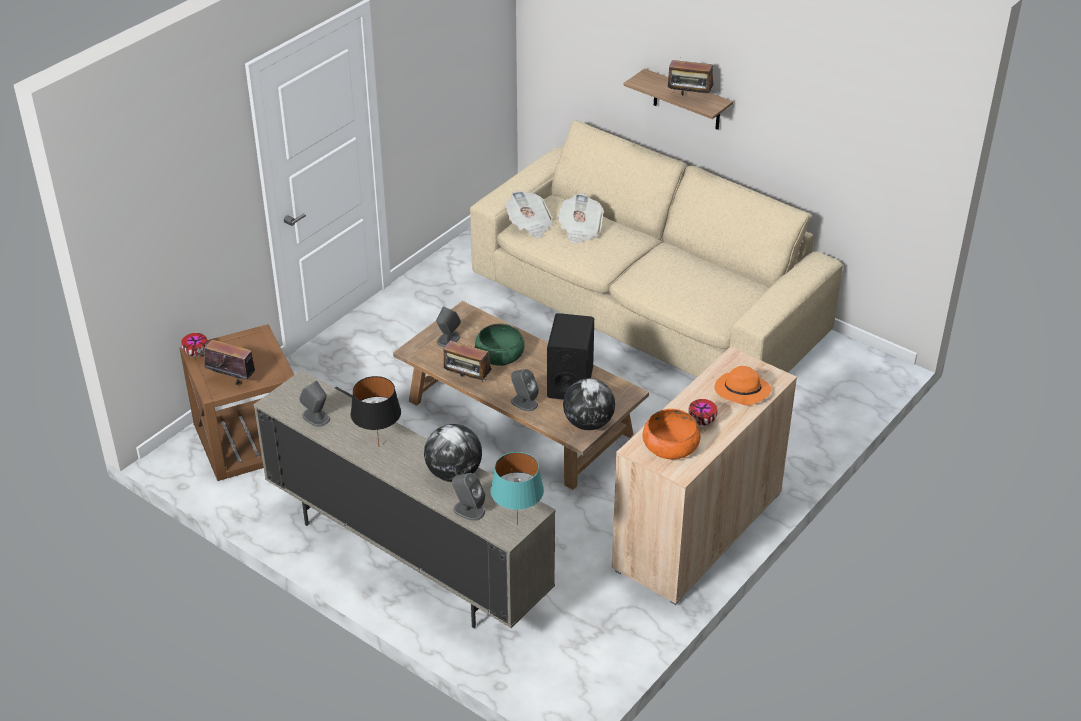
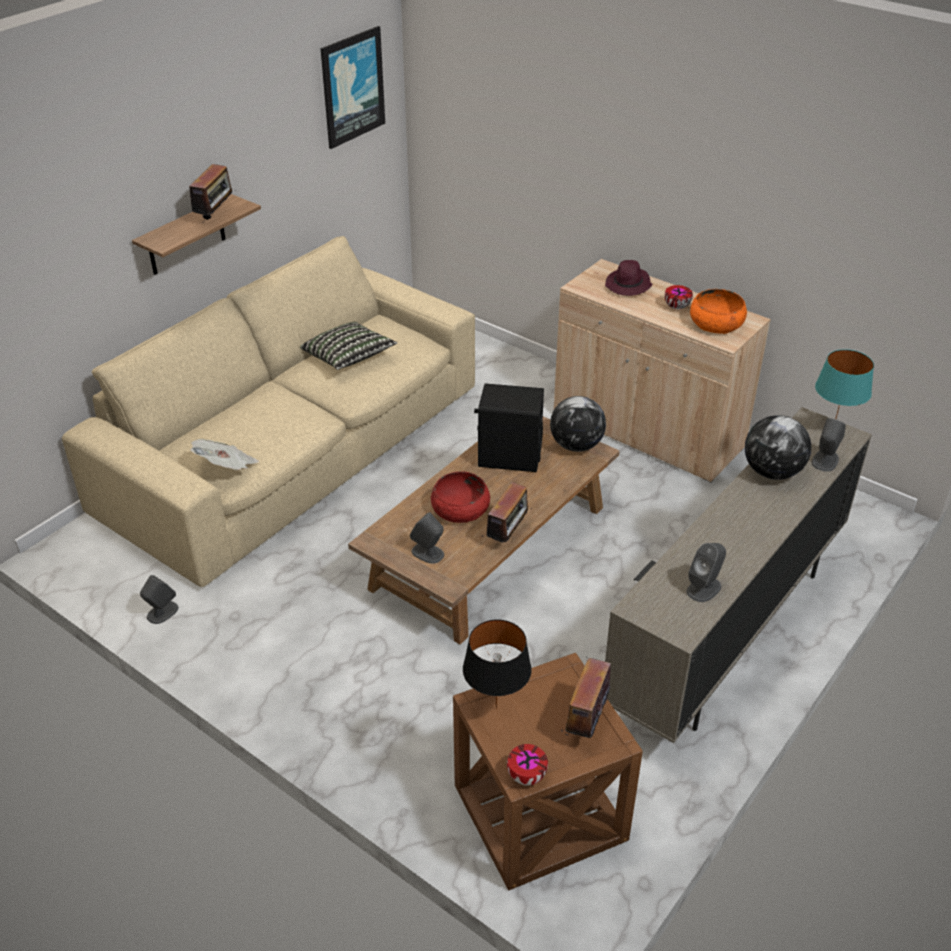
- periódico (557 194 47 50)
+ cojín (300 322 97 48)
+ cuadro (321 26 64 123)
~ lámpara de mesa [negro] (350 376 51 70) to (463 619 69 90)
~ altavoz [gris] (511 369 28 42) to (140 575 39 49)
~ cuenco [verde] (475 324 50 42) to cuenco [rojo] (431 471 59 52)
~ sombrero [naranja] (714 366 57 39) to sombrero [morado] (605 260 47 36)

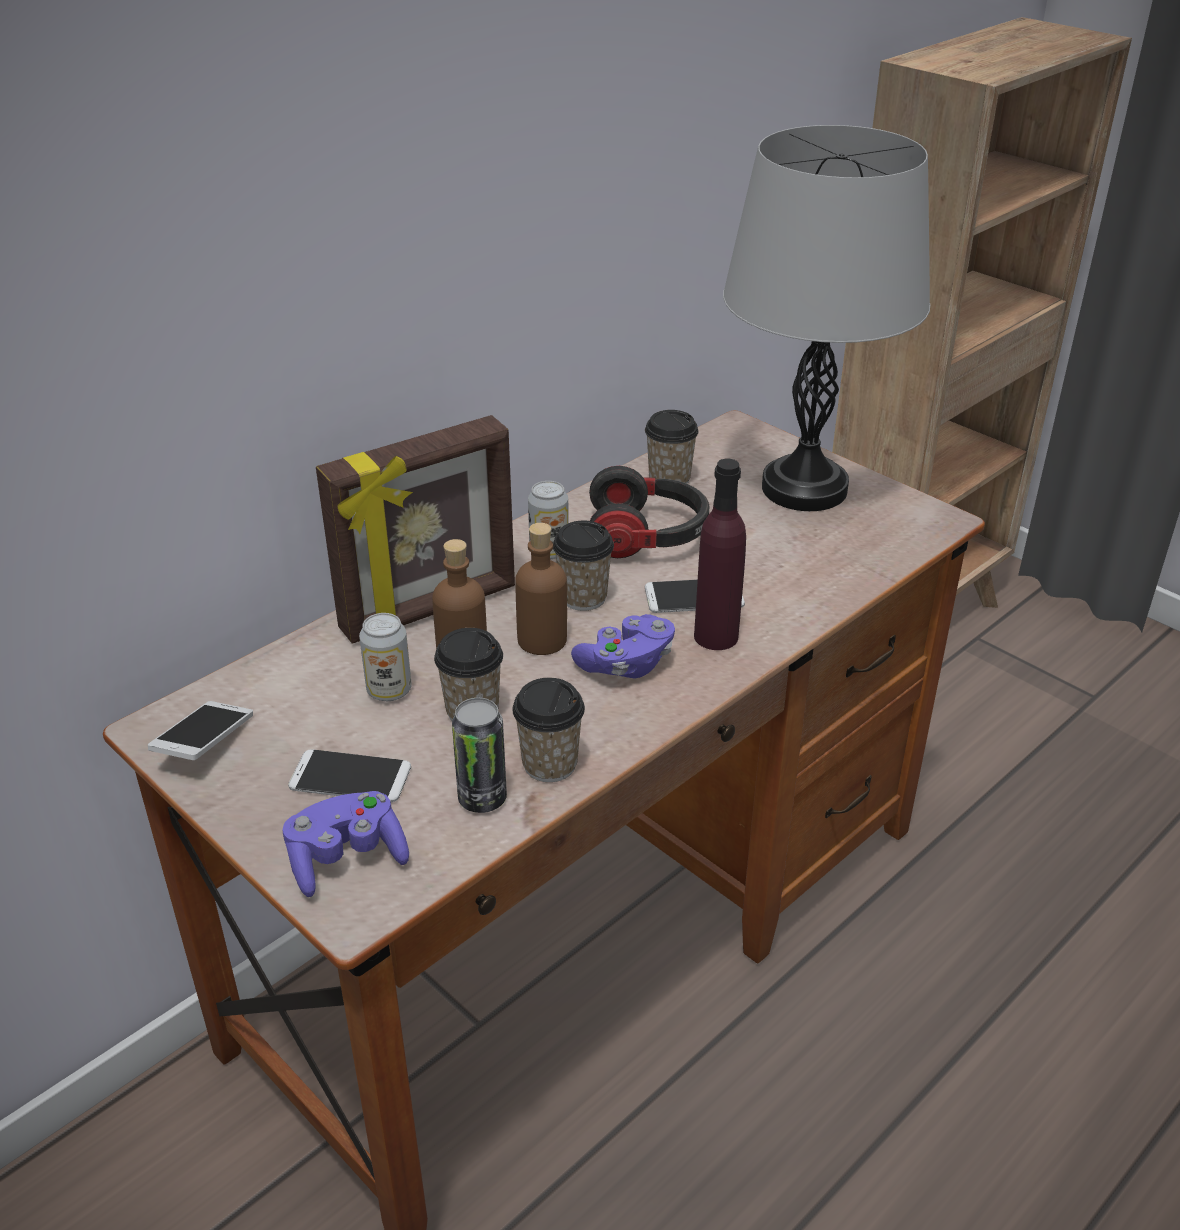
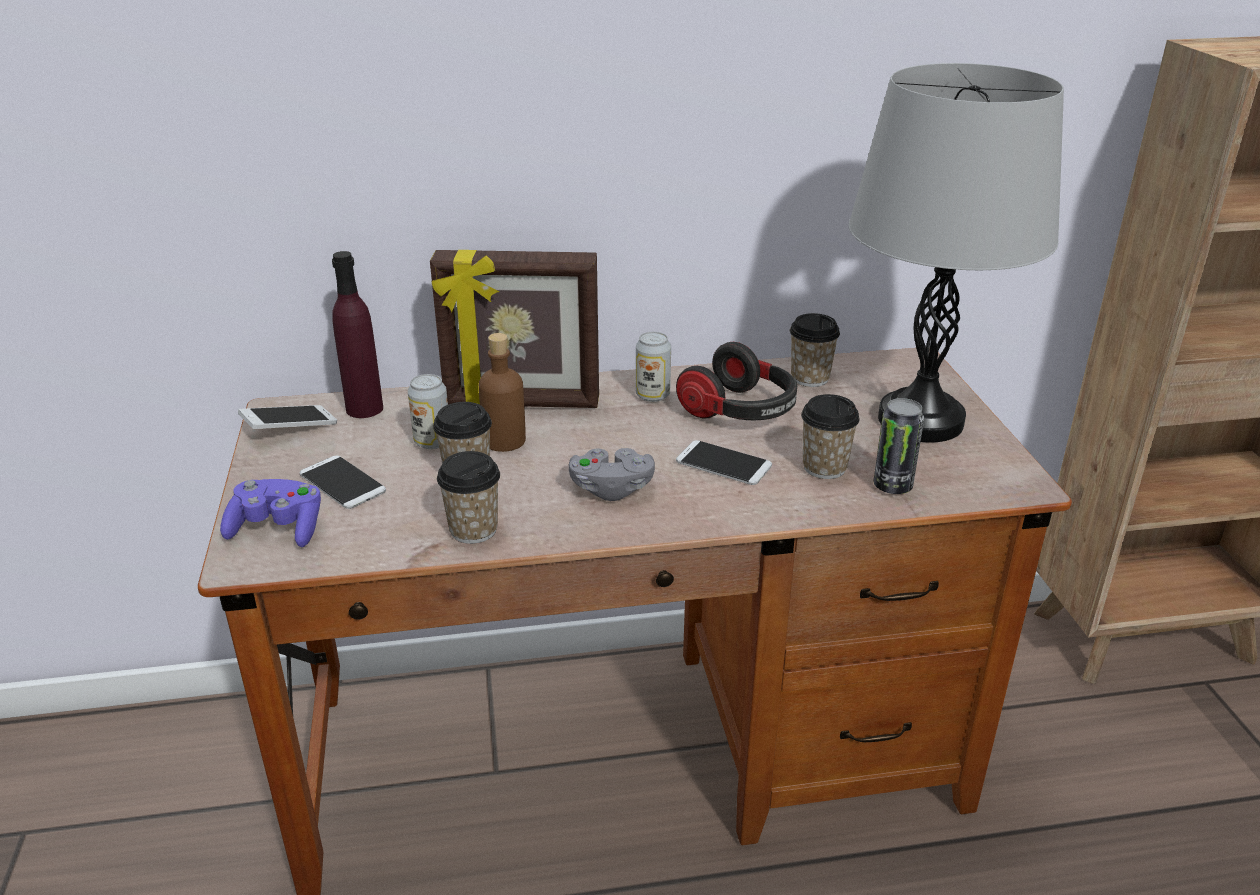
- botella [marrón] (515 523 52 132)
~ lata (452 698 55 115) to (874 398 50 96)
~ taza (553 521 61 90) to (801 394 59 85)
~ botella [morado] (694 459 52 191) to (332 251 51 167)
~ mando de consola [morado] (571 614 104 64) to mando de consola [gris] (569 448 86 53)

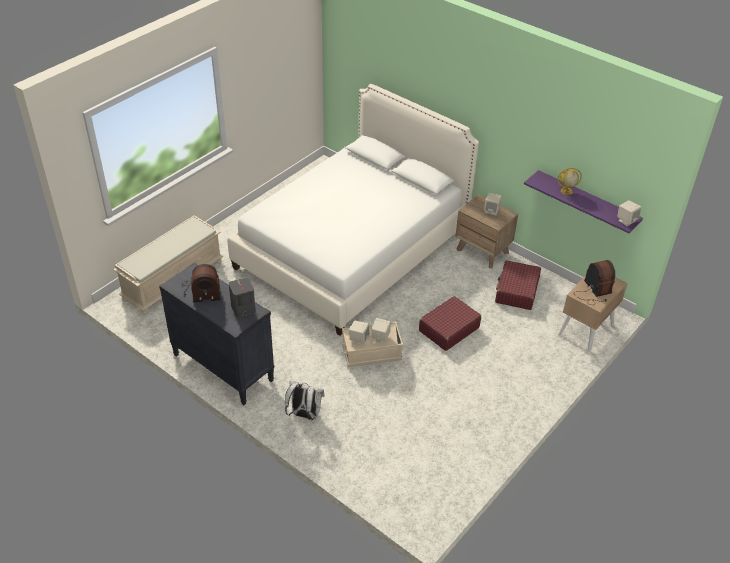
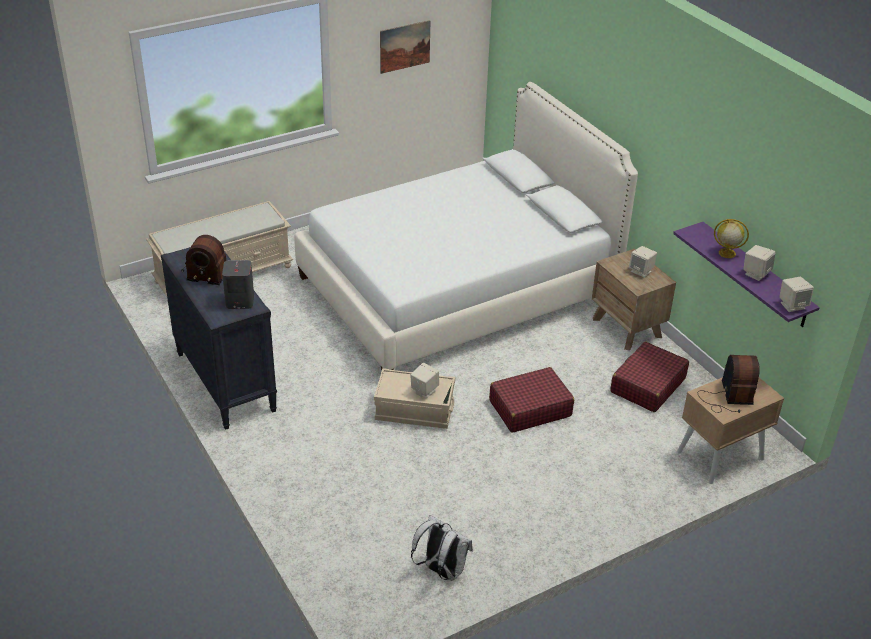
+ cuadro (380 20 50 54)
~ mochila [blanco] (285 380 40 40) to (411 515 62 66)
~ altavoz [beis] (349 321 21 25) to (743 245 33 36)

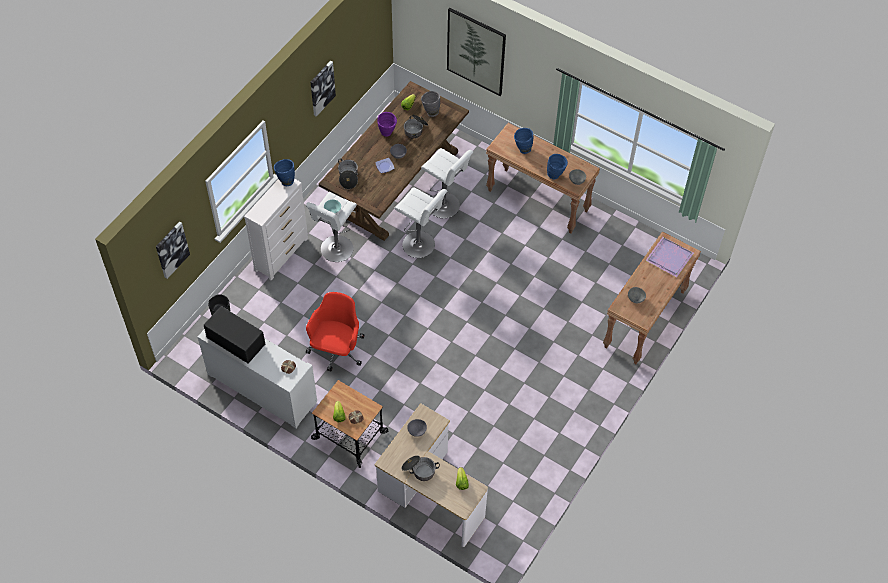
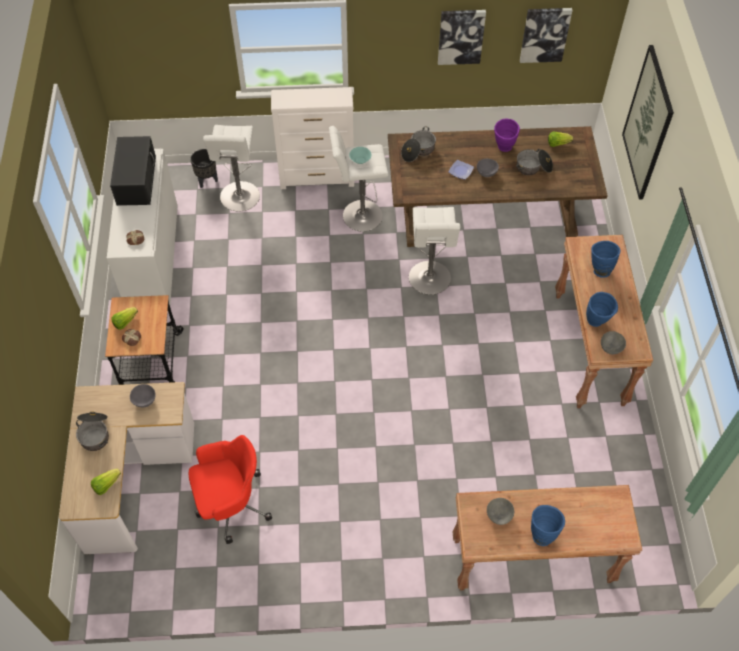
- florero [gris] (421 91 19 26)
- bandeja [morado] (645 237 49 40)
~ cuadro (156 222 34 57) to (520 8 53 55)
~ florero [azul] (274 159 21 27) to (531 505 34 41)
~ silla de oficina [rojo] (306 292 59 79) to (188 435 84 109)
~ taburete [blanco] (421 148 52 70) to (203 125 57 86)

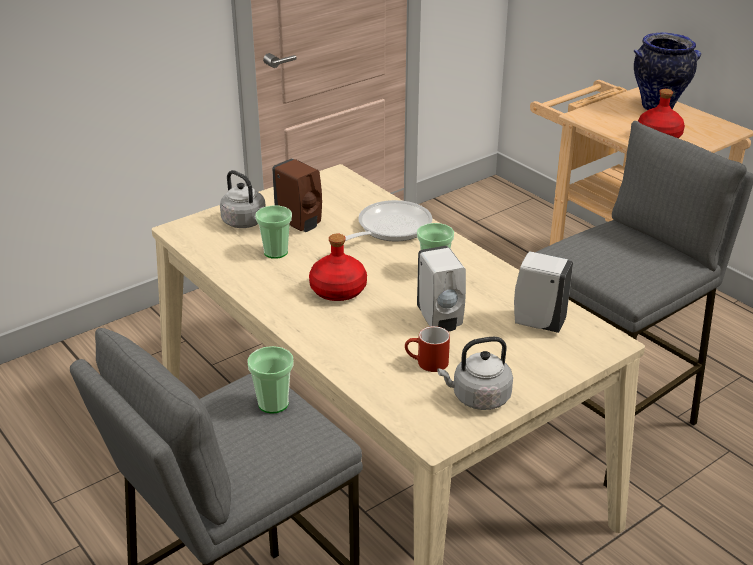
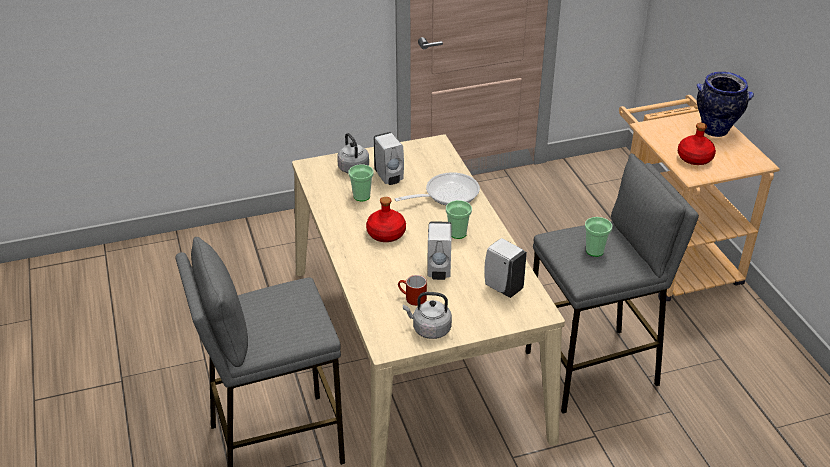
~ taza (247 346 47 68) to (585 217 27 40)
~ dispensador de jabón [marrón] (272 158 50 74) to dispensador de jabón [blanco] (374 132 30 53)

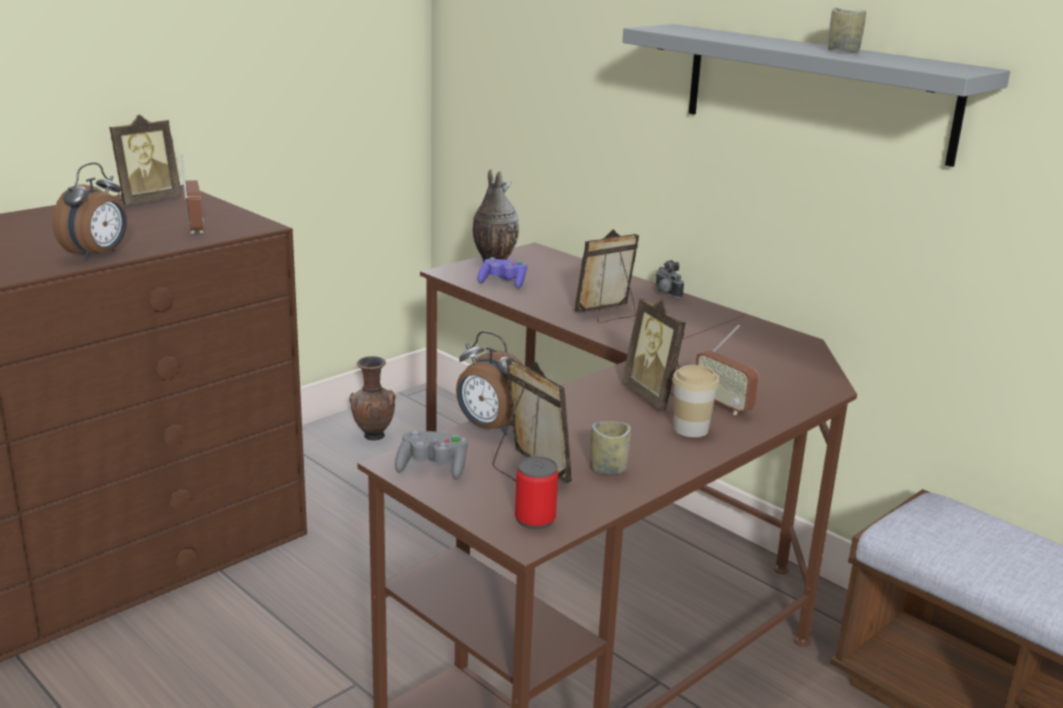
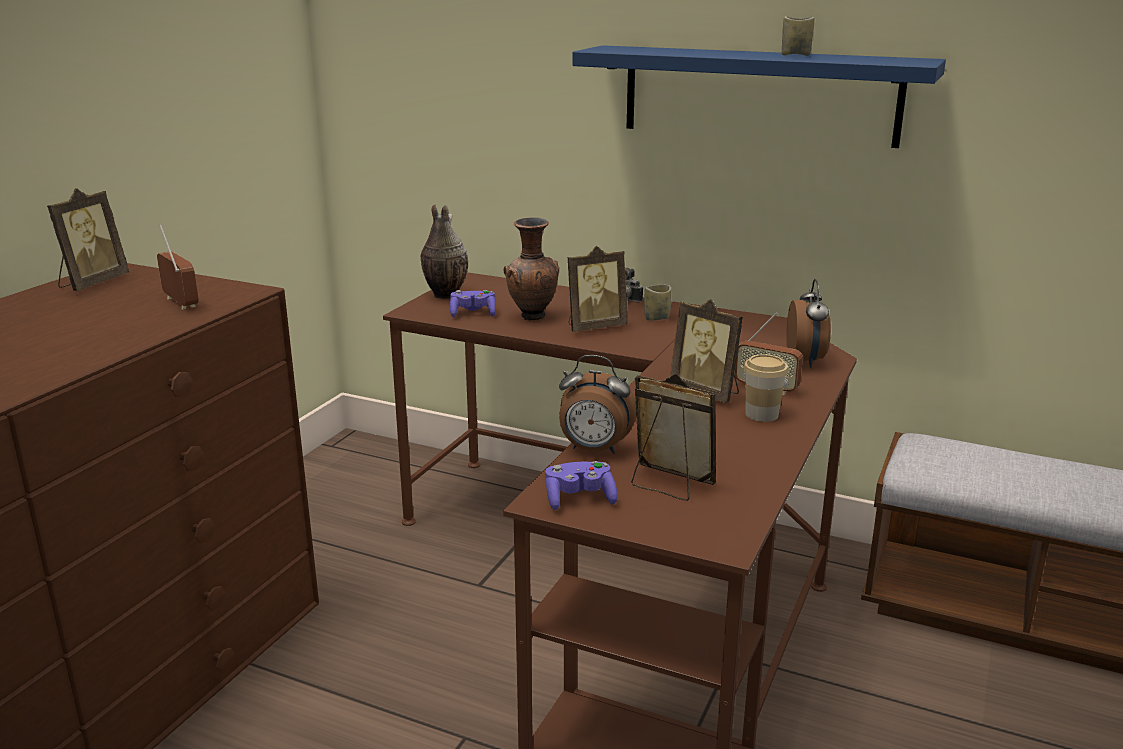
- lata (515 456 43 73)
~ despertador (52 163 75 98) to (786 279 45 89)
~ florero [marrón] (350 356 45 84) to (503 217 56 103)
~ taza (590 421 41 53) to (644 285 28 36)
~ mando de consola [gris] (395 430 73 50) to mando de consola [morado] (545 461 72 49)
~ estante [gris] (622 24 388 143) to estante [azul] (572 45 374 103)
~ portarretratos (575 229 64 94) = (568 246 60 86) 150 degrees counterclockwise

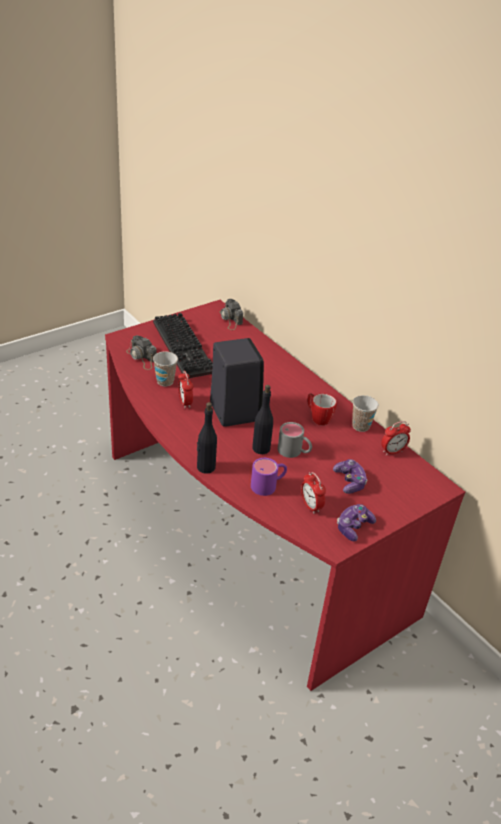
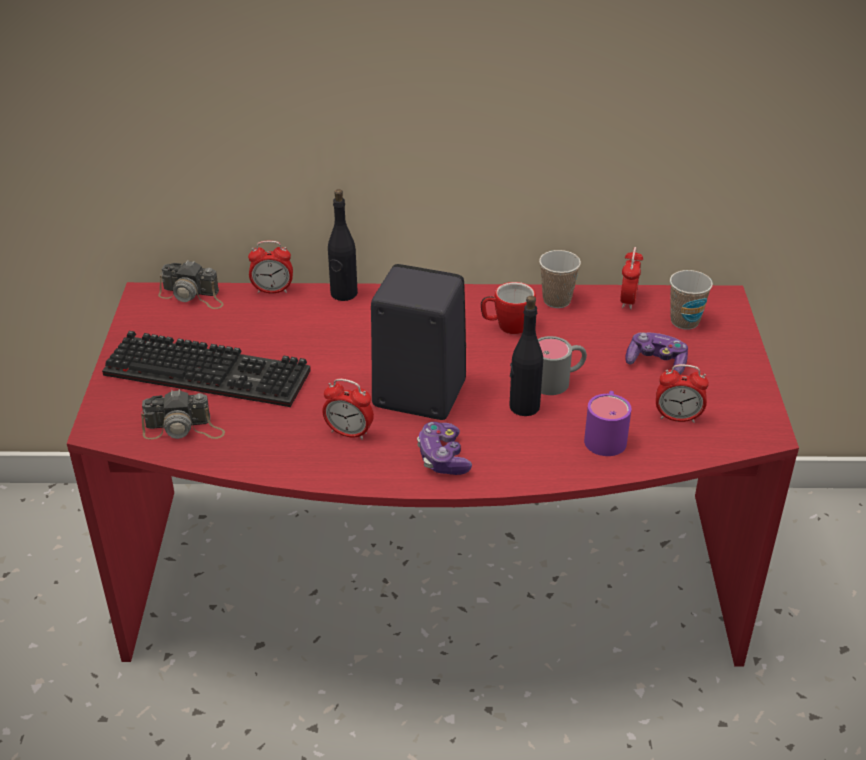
+ despertador (248 241 45 53)
~ taza (153 352 25 34) to (670 270 43 60)
~ botella [negro] (197 402 20 72) to (328 189 30 112)
~ mando de consola (337 504 39 37) to (417 422 55 53)

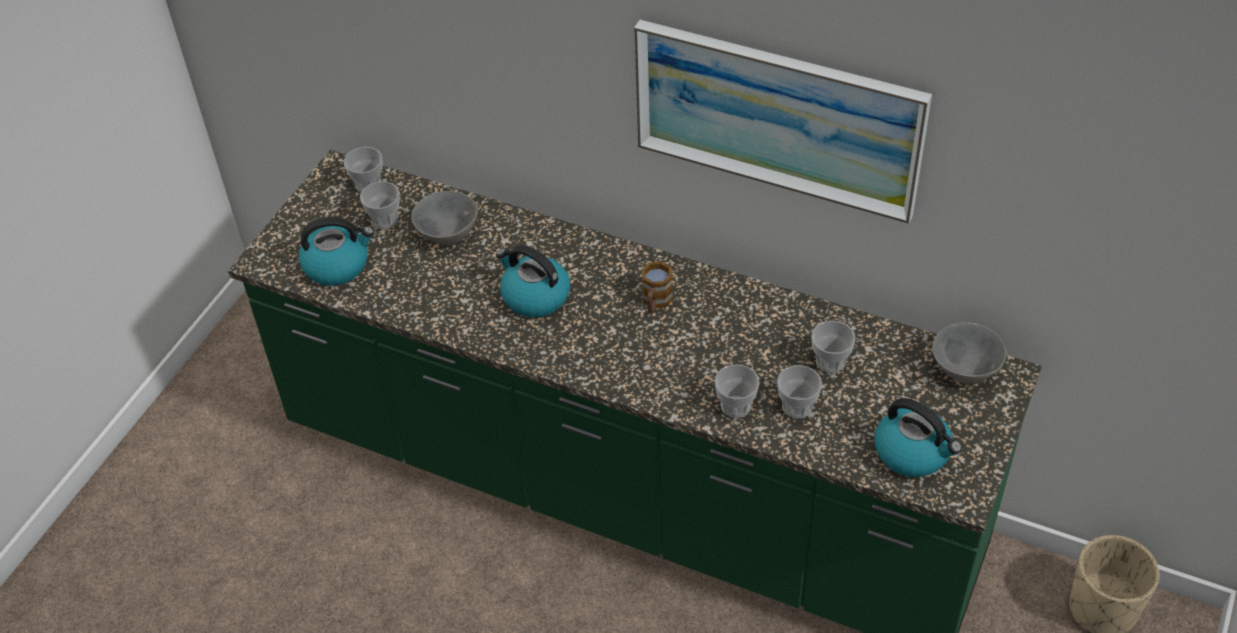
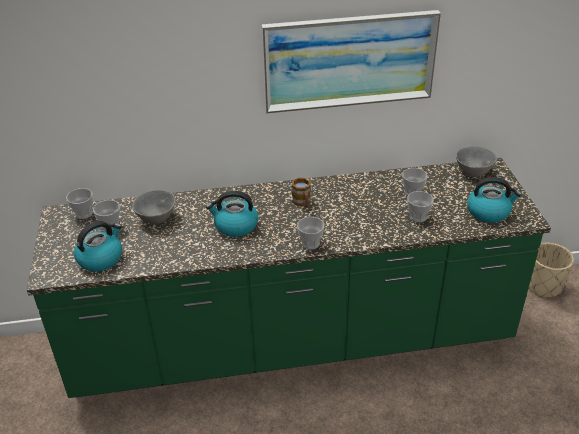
~ taza (714 364 46 54) to (297 217 28 33)

